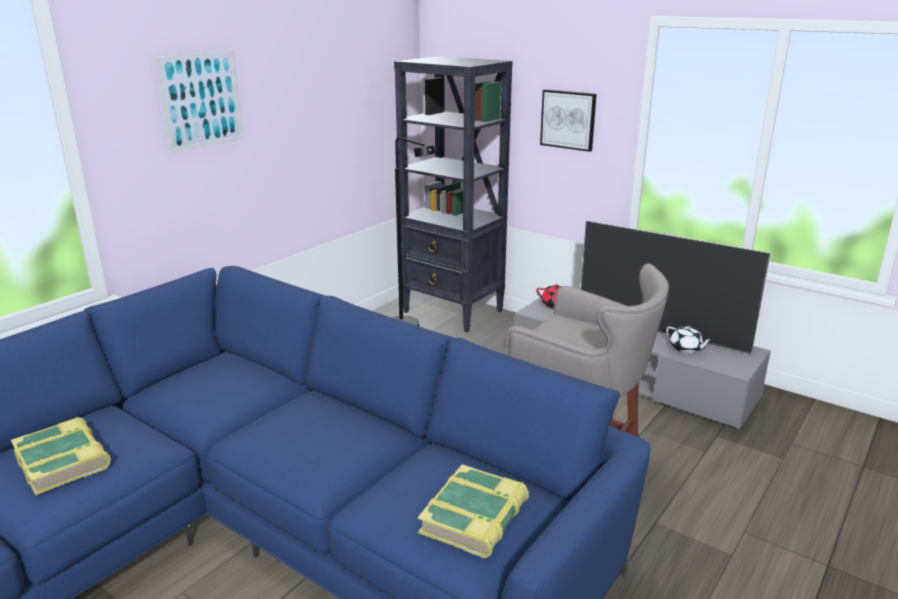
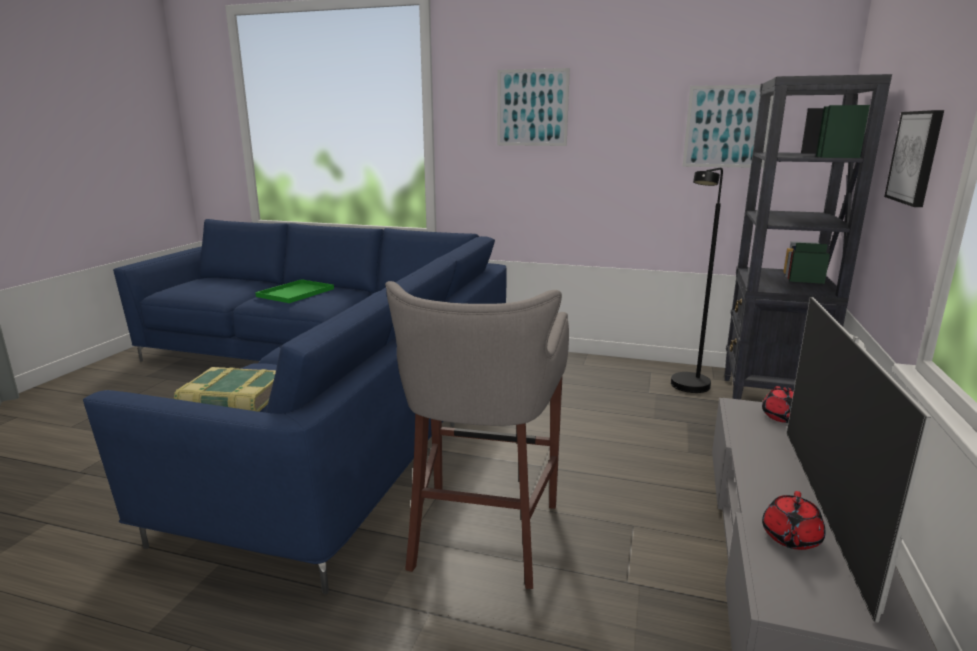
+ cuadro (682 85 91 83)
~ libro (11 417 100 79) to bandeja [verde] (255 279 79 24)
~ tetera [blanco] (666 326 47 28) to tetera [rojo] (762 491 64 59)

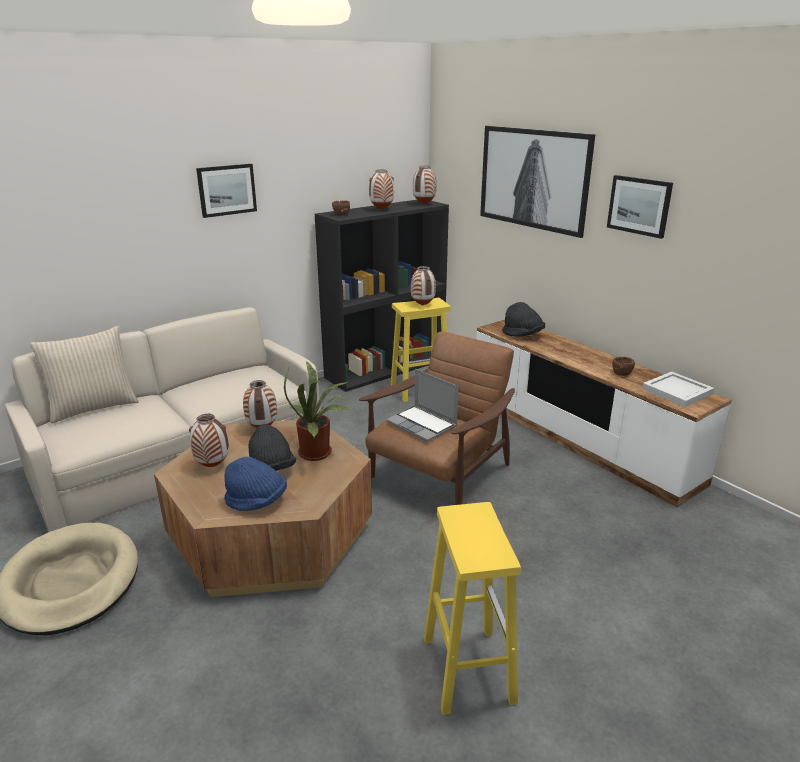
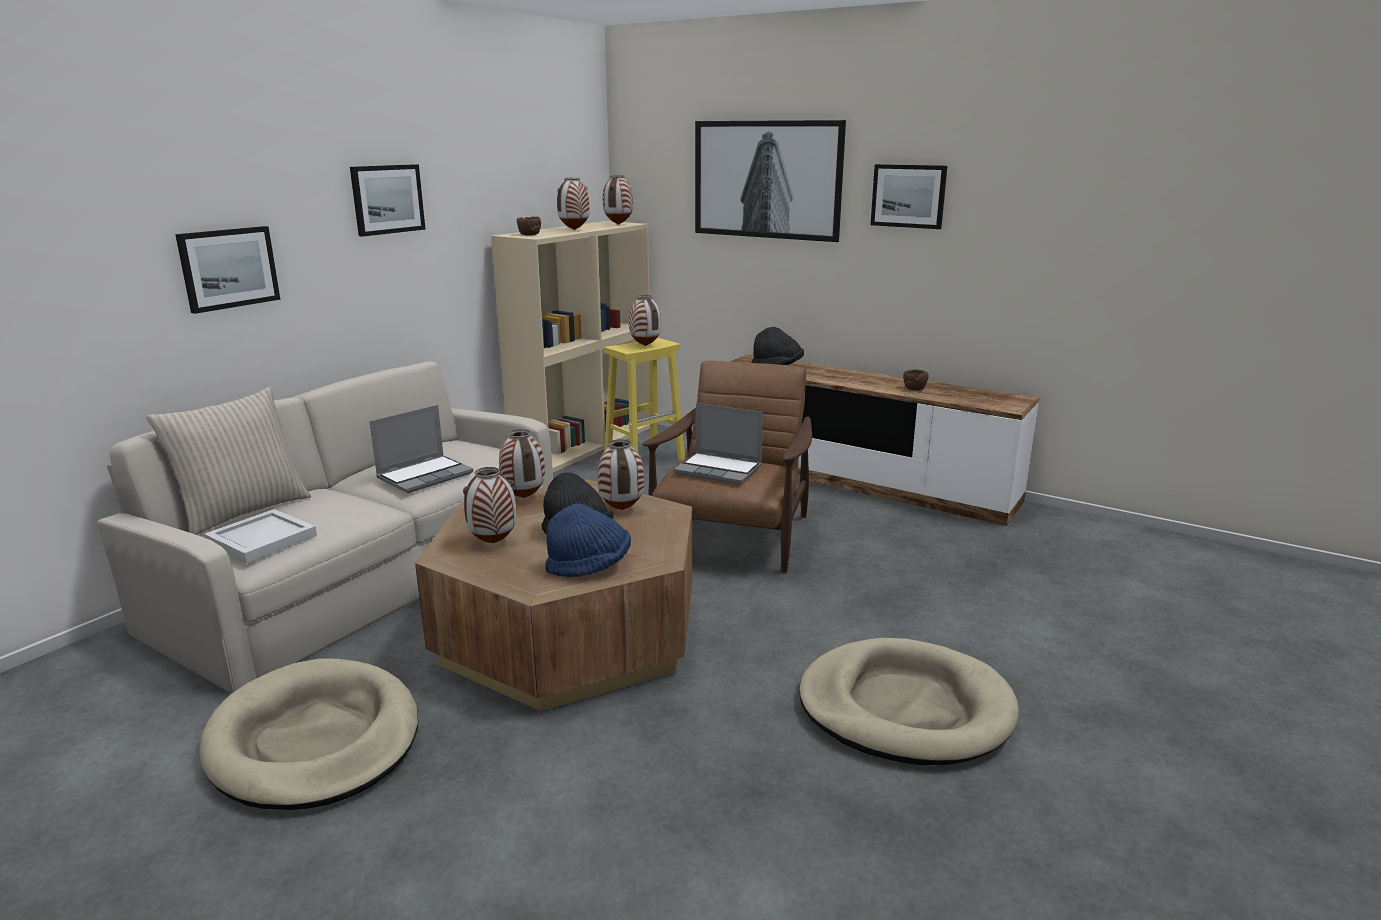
+ cuadro (175 226 106 88)
+ portátil (369 405 104 88)
~ bandeja [blanco] (642 372 72 35) to (204 509 113 54)
~ planta en maceta (284 362 66 99) to florero (598 439 46 71)
~ taburete [amarillo] (424 502 97 213) to cama para perro [beis] (799 638 220 127)
~ estantería [negro] (315 200 134 192) to estantería [beis] (491 221 159 251)

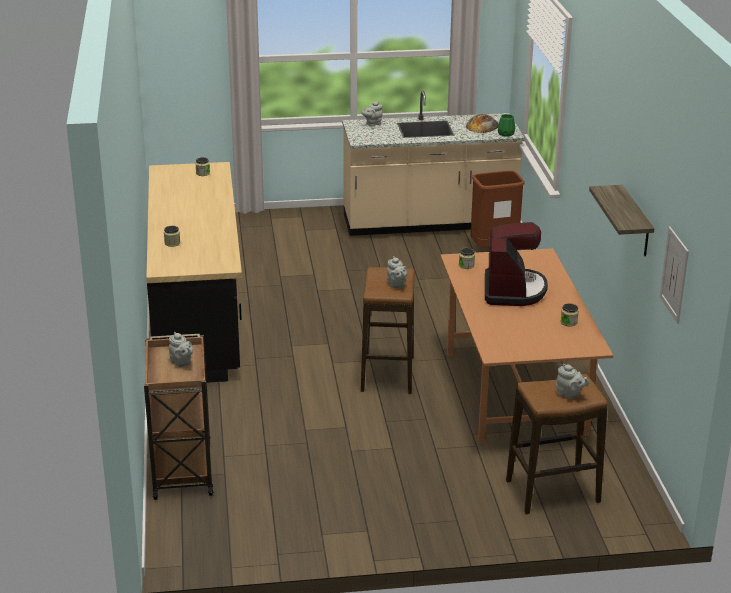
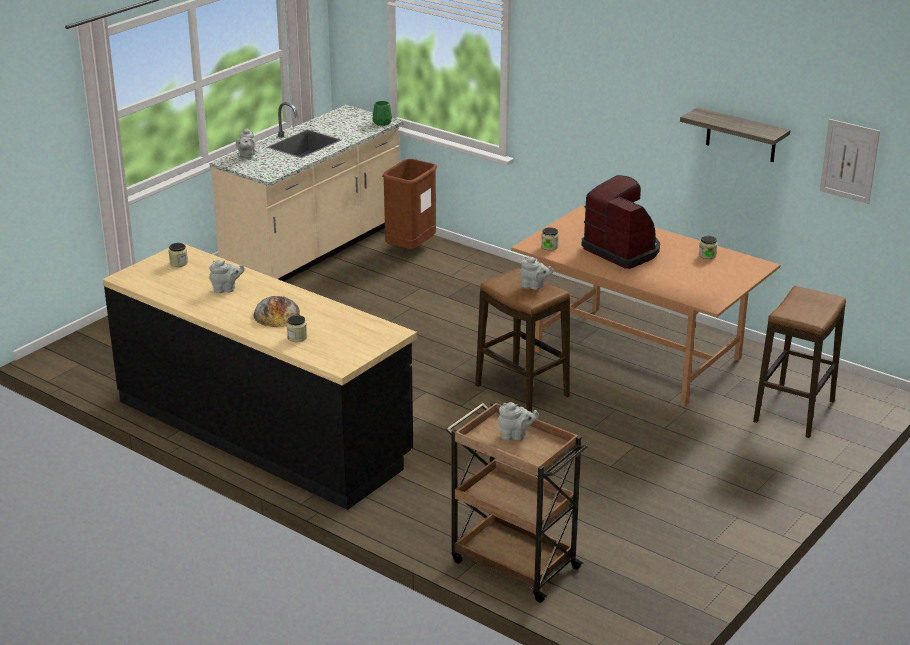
~ pan (466 114 32 19) to (254 296 46 31)
~ tetera [gris] (556 364 34 35) to (209 260 36 33)

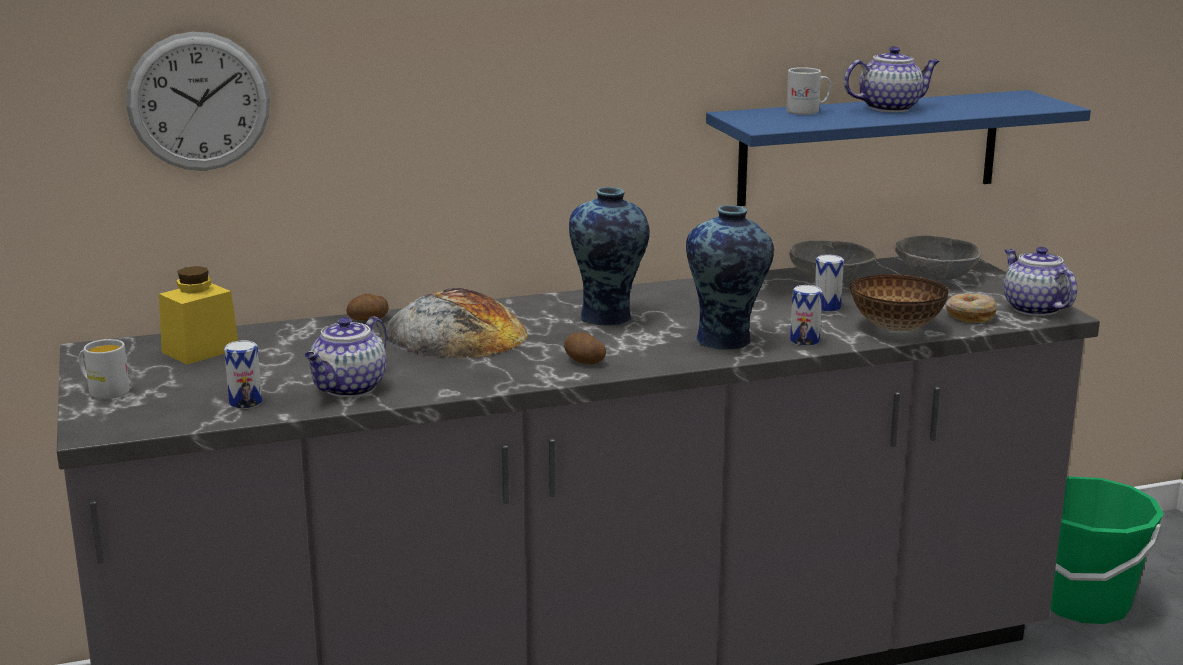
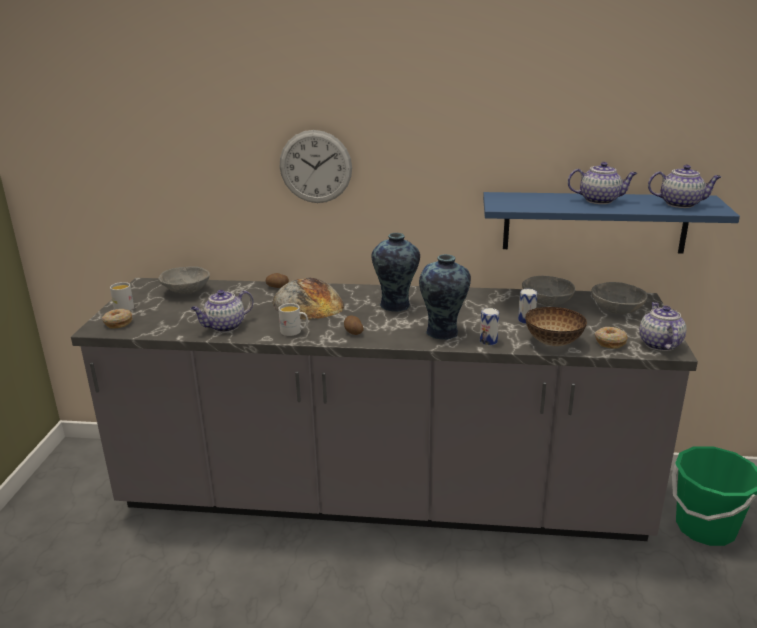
- lata (224 340 38 69)
+ rosquilla (102 309 30 20)
+ tetera (648 165 73 43)
~ reloj de pared (126 32 144 139) to (280 130 72 73)
~ taza grande [blanco] (786 67 45 48) to (278 303 30 33)
~ tarro [amarillo] (159 266 79 99) to cuenco [gris] (158 266 52 28)

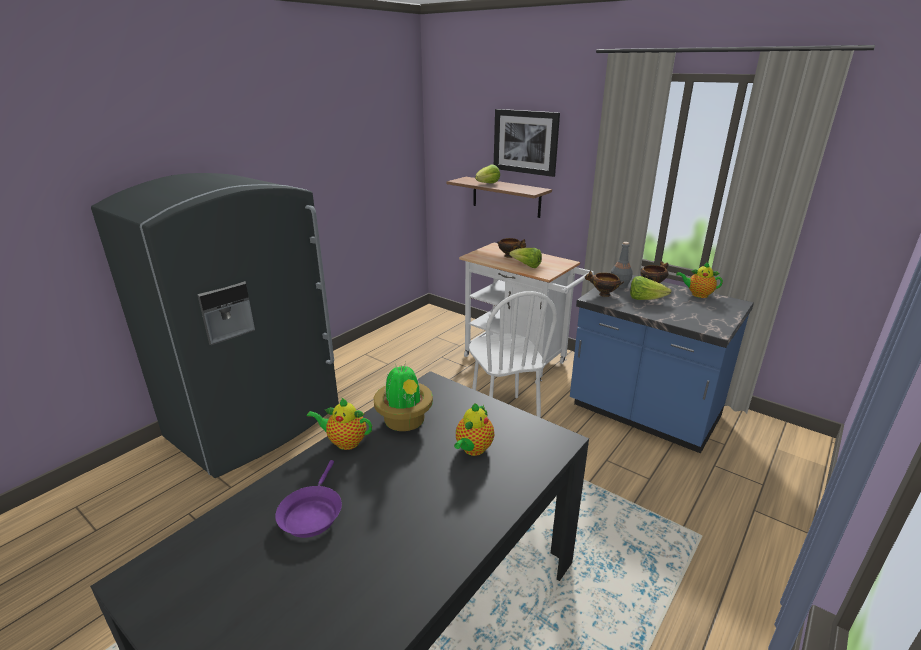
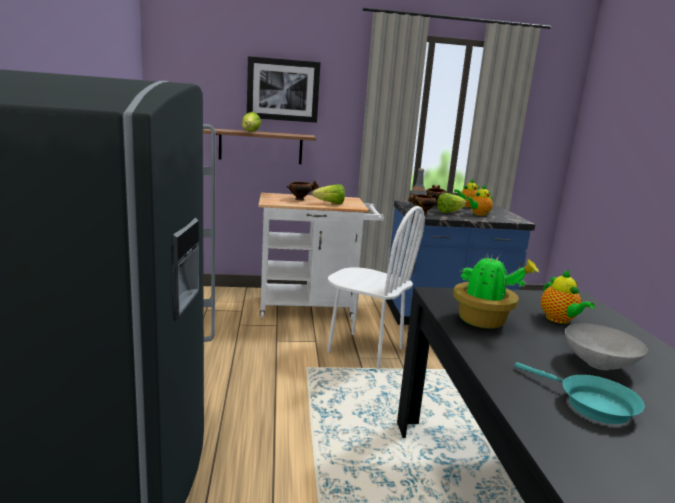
+ cuenco [gris] (565 324 83 46)
~ tetera (307 397 65 53) to (466 185 27 31)
~ sartén [morado] (275 460 67 78) to sartén [turquesa] (515 362 130 62)

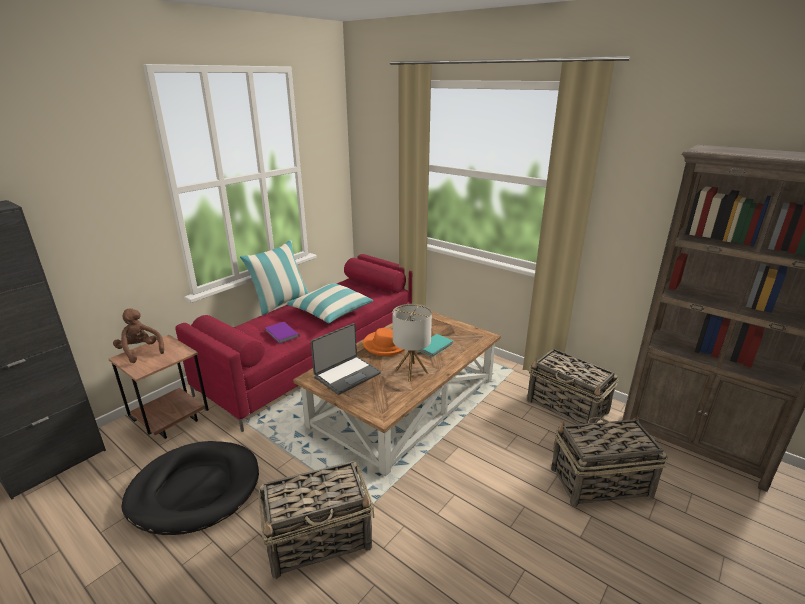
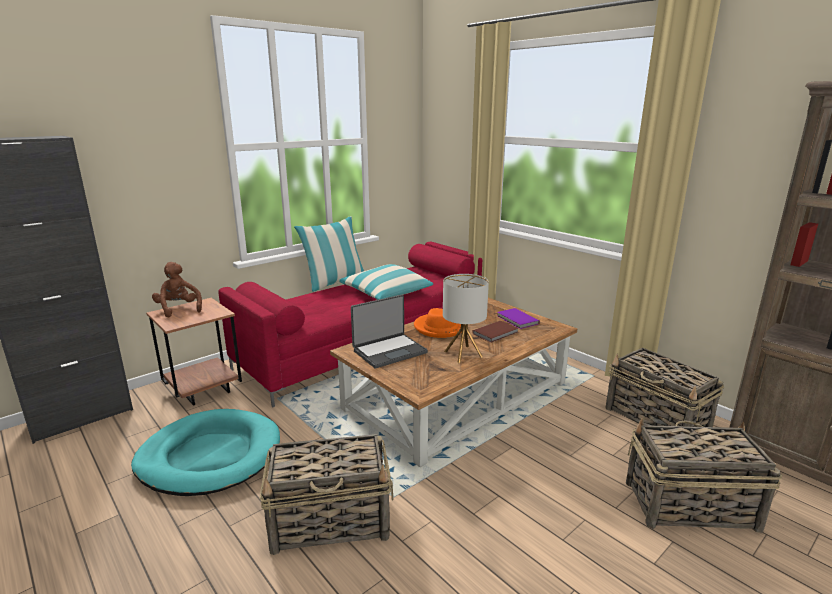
~ libro [morado] (265 322 35 22) to (498 308 42 21)
~ cama para perro [negro] (121 441 138 94) to cama para perro [turquesa] (131 409 149 87)
~ libro [turquesa] (417 334 36 23) to libro [marrón] (472 321 46 22)

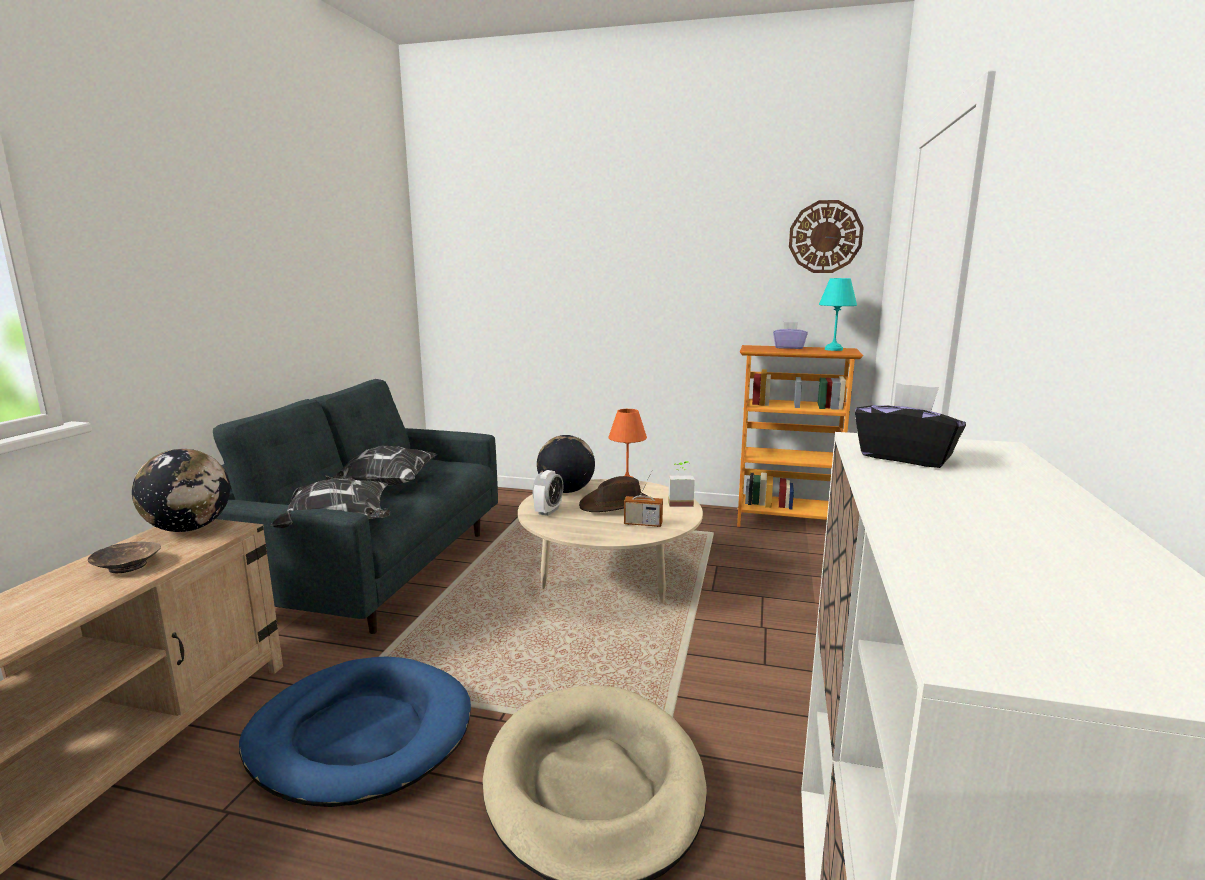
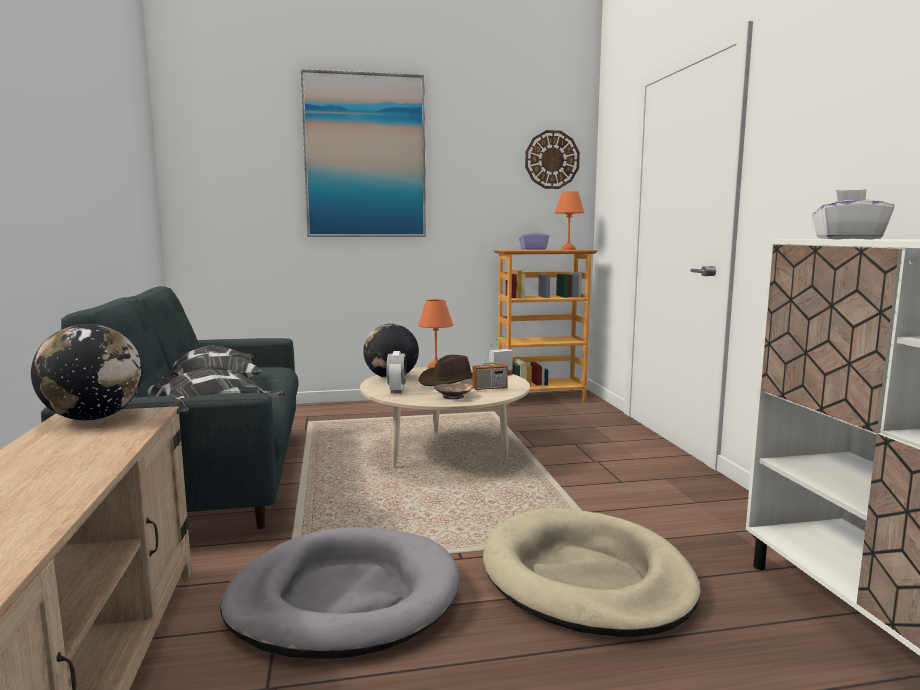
+ cuadro (300 69 126 168)
~ cuenco [marrón] (88 542 73 31) to (434 383 39 16)
~ cama para perro [azul] (239 657 232 150) to cama para perro [gris] (220 527 240 132)
~ lámpara de mesa [turquesa] (819 278 38 73) to lámpara de mesa [naranja] (555 191 29 59)
~ caja de pañuelos [negro] (855 383 111 85) to caja de pañuelos [blanco] (812 189 82 50)

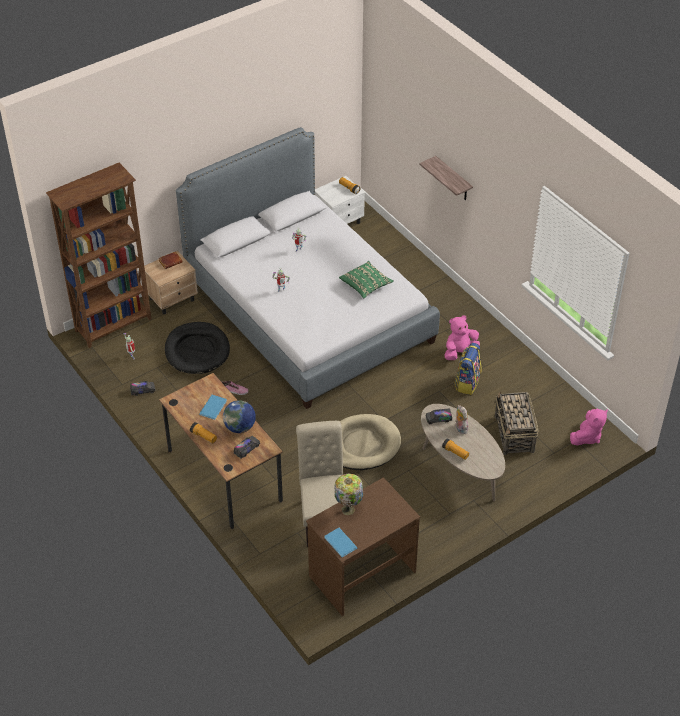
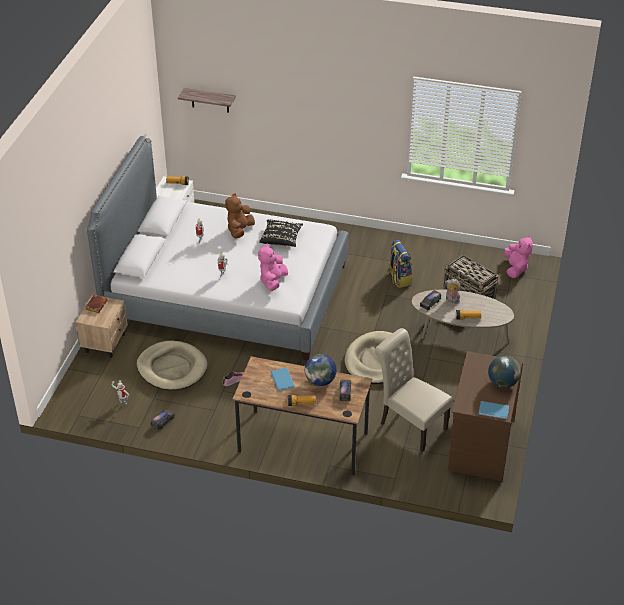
- estantería [marrón] (46 163 105 185)
- lámpara de mesa (334 474 29 41)
+ peluche [marrón] (225 193 30 46)
+ globo terráqueo (488 356 33 32)
~ estante (419 156 54 44) to (178 88 58 25)
~ peluche [rosa] (445 315 35 45) to (258 243 30 48)
~ cama para perro [negro] (165 322 65 52) to cama para perro [beis] (137 341 70 49)
~ cojín [verde] (339 261 55 38) to cojín [negro] (259 219 44 28)

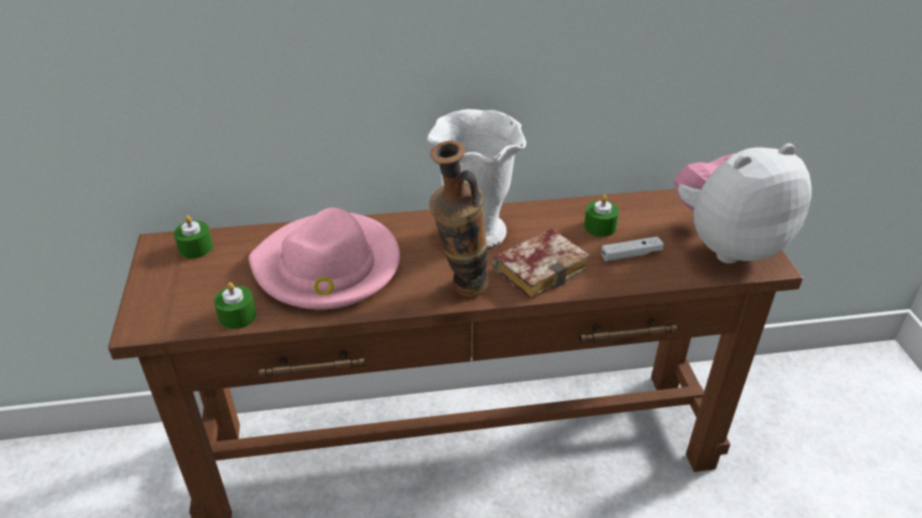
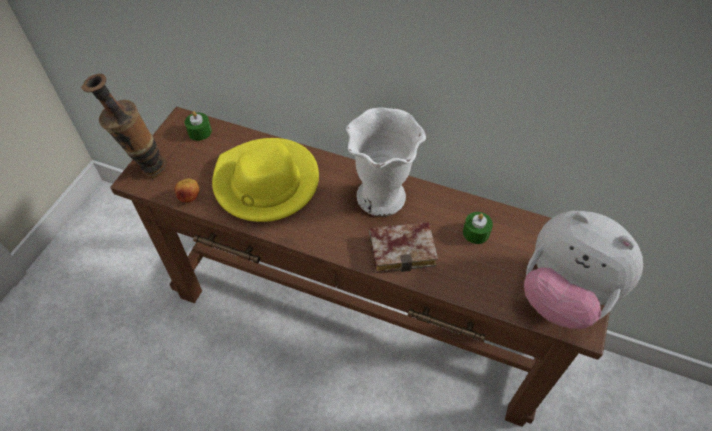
- mando de consola [blanco] (602 236 62 25)
~ florero (429 141 60 156) to (81 74 86 104)
~ vela [verde] (214 282 43 47) to manzana (174 178 25 25)
~ sombrero [rosa] (249 208 151 102) to sombrero [amarillo] (212 138 107 84)
~ peluche (674 143 138 121) = (524 211 119 118) 150 degrees counterclockwise

